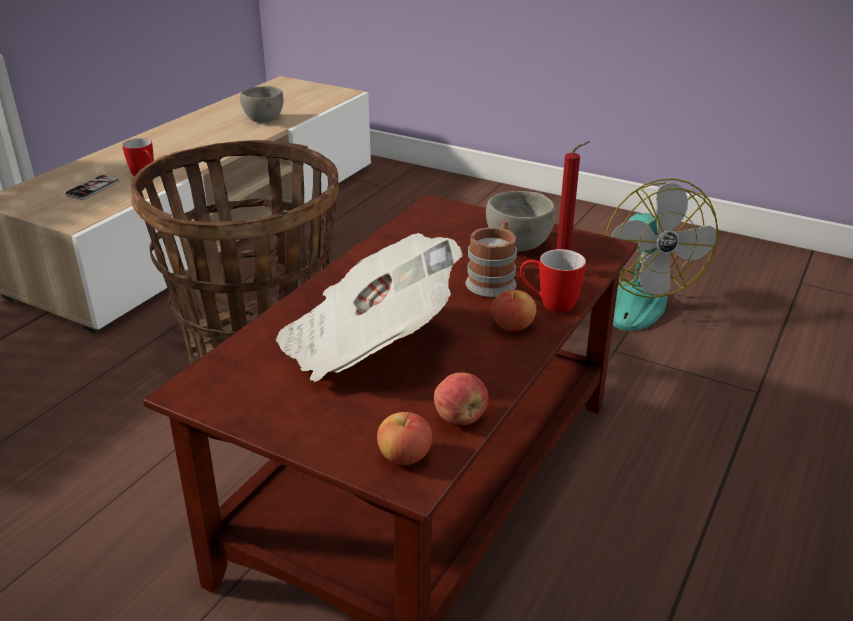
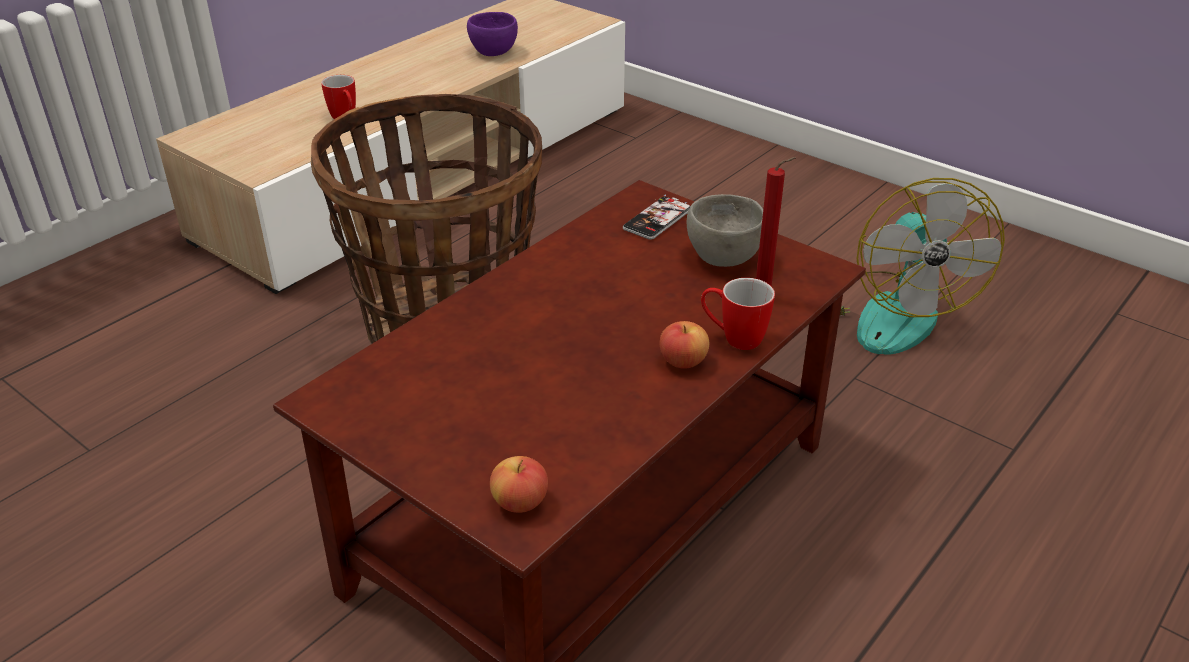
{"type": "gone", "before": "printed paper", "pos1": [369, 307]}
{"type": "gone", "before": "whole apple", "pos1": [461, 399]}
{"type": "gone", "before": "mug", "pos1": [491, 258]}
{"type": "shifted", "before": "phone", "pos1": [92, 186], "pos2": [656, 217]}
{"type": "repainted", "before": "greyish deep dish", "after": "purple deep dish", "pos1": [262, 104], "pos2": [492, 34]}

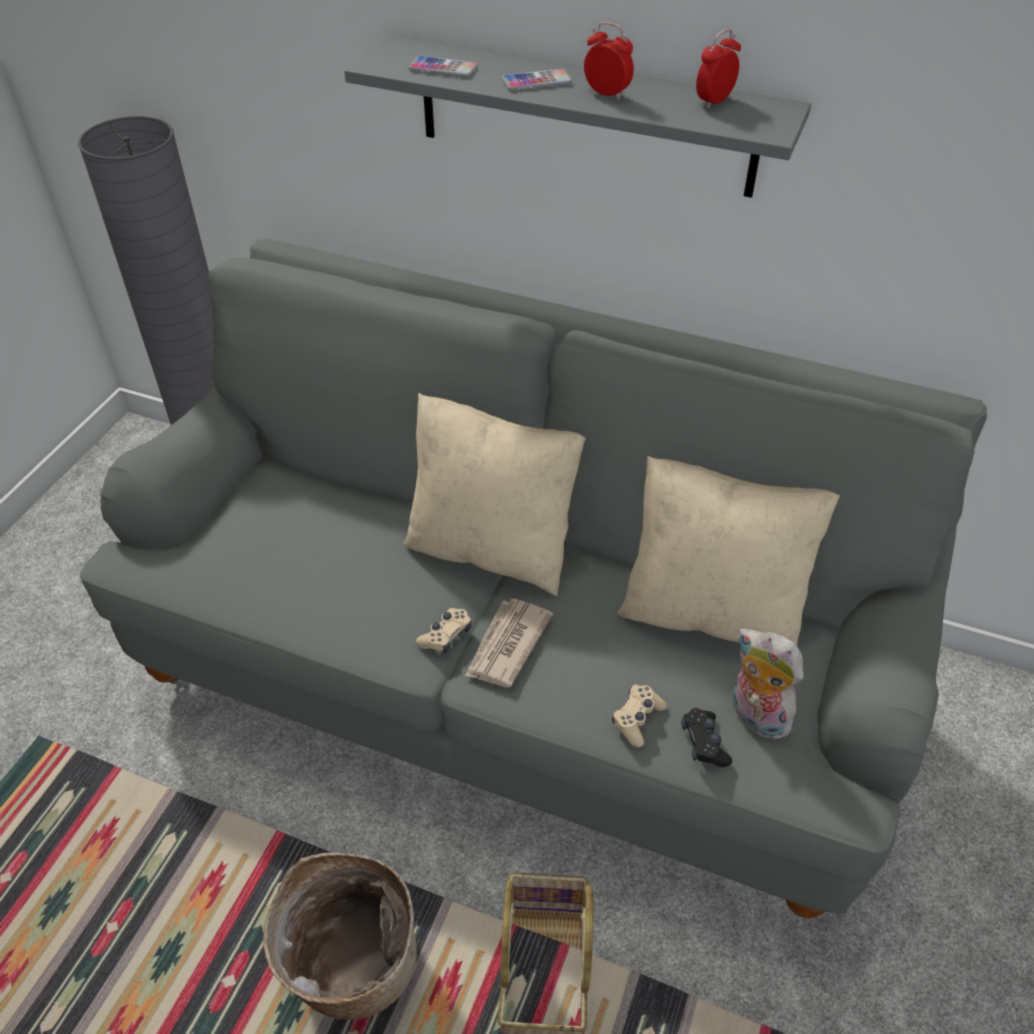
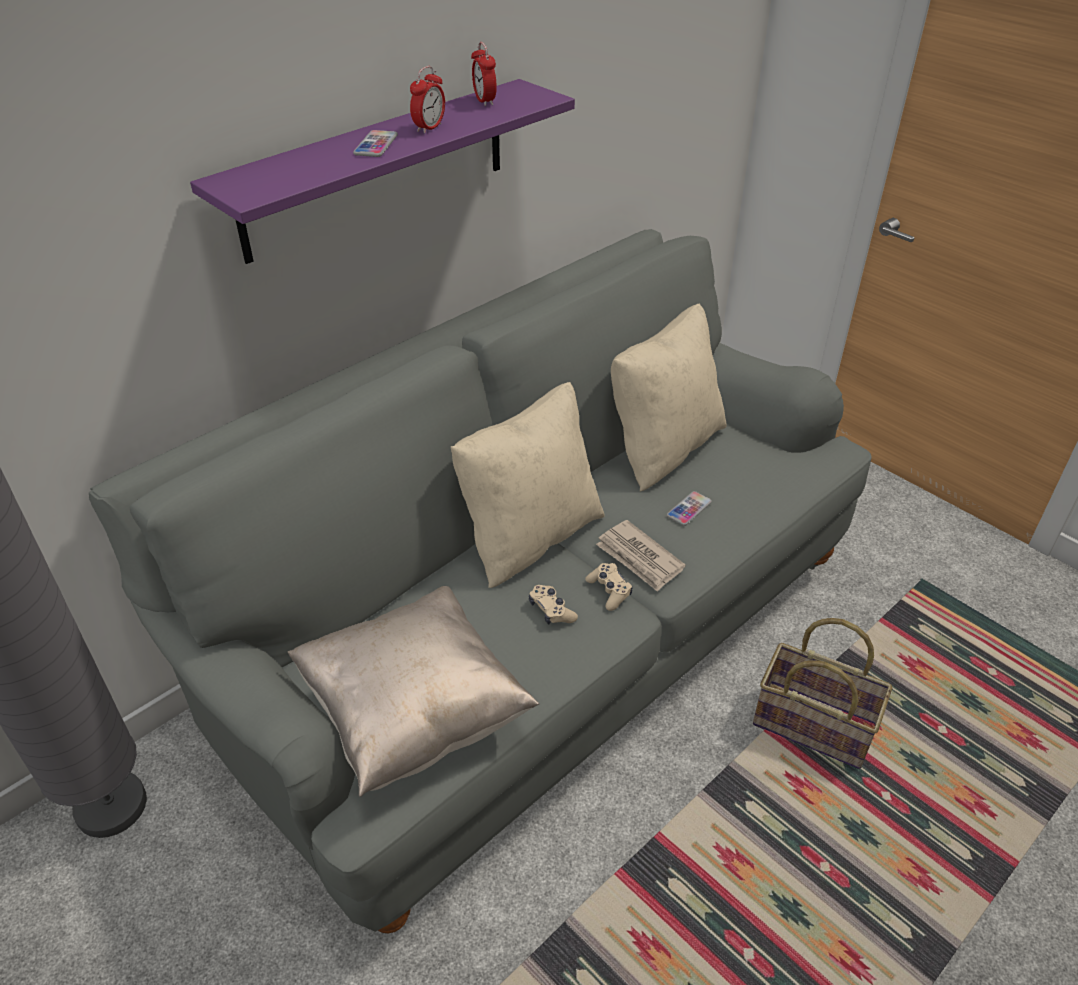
{"type": "gone", "before": "storage basket", "pos1": [340, 936]}
{"type": "gone", "before": "blackish gamepad", "pos1": [706, 737]}
{"type": "gone", "before": "soft toy", "pos1": [768, 684]}
{"type": "new", "after": "beige-coloured throw pillow", "pos2": [413, 691]}
{"type": "shifted", "before": "phone", "pos1": [443, 66], "pos2": [689, 508]}
{"type": "shifted", "before": "beige-coloured gamepad", "pos1": [639, 716], "pos2": [553, 604]}
{"type": "repainted", "before": "greyish shelf", "after": "purple shelf", "pos1": [577, 116], "pos2": [382, 171]}
{"type": "rotated", "before": "bedside clock", "pos1": [609, 61], "pos2": [427, 100], "turn": 150}

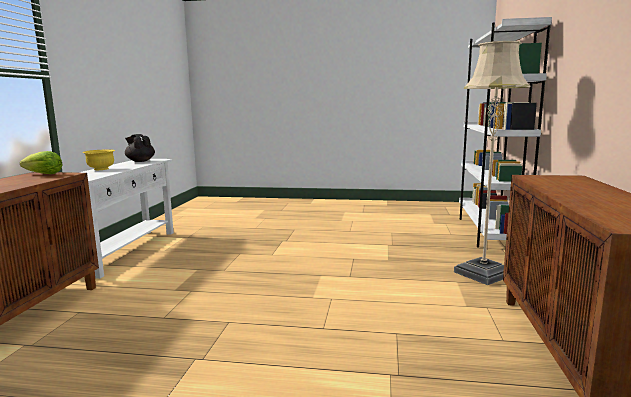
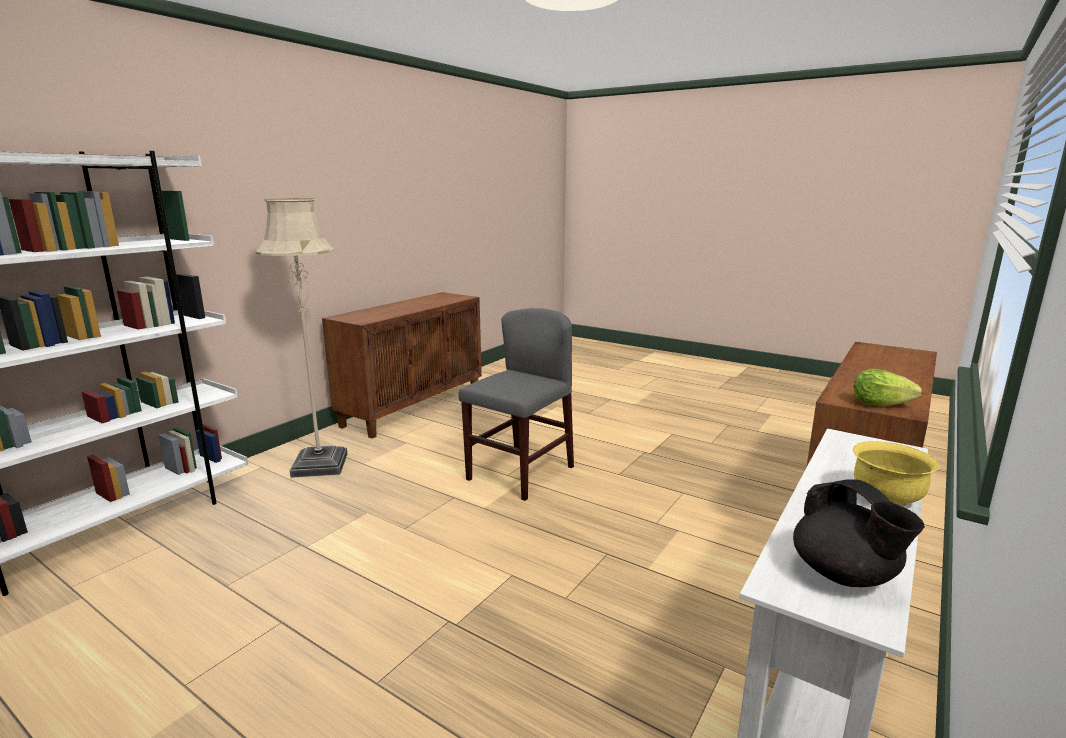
{"type": "new", "after": "greyish plain chair", "pos2": [516, 404]}

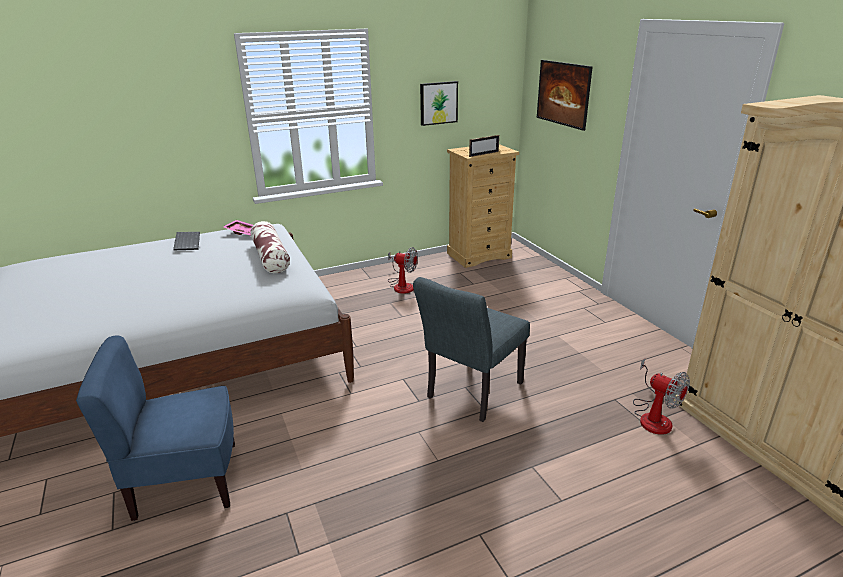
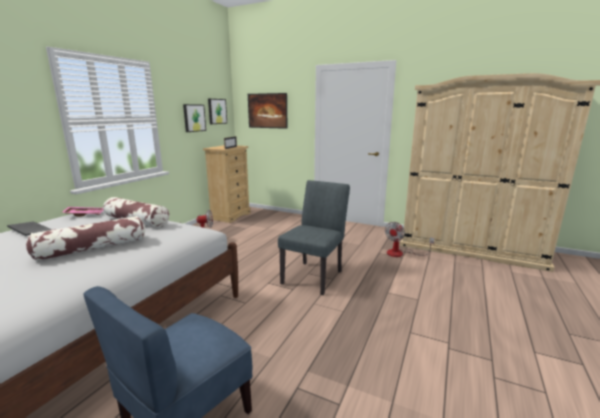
{"type": "new", "after": "throw pillow", "pos2": [85, 238]}
{"type": "new", "after": "picture", "pos2": [217, 111]}
{"type": "rotated", "before": "greyish plain chair", "pos1": [471, 349], "pos2": [314, 237], "turn": -150}
{"type": "rotated", "before": "cooling fan", "pos1": [661, 397], "pos2": [409, 239], "turn": 120}

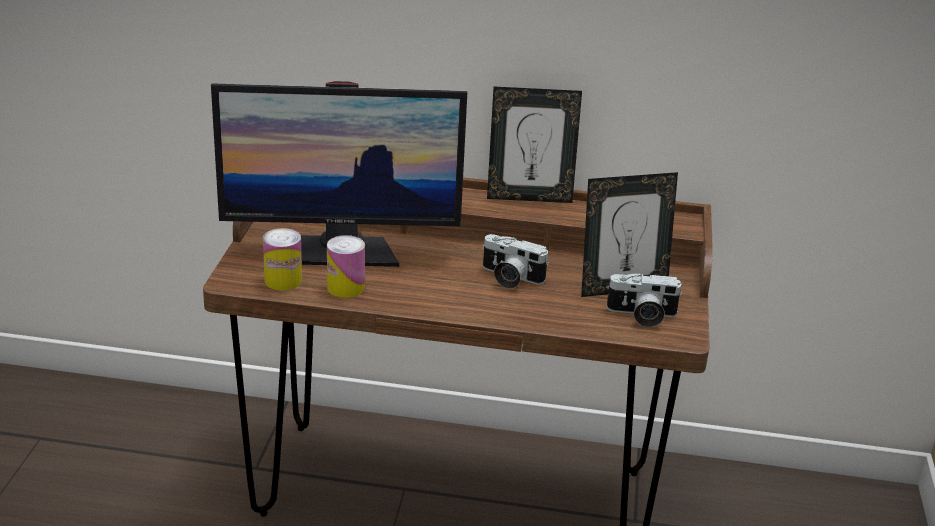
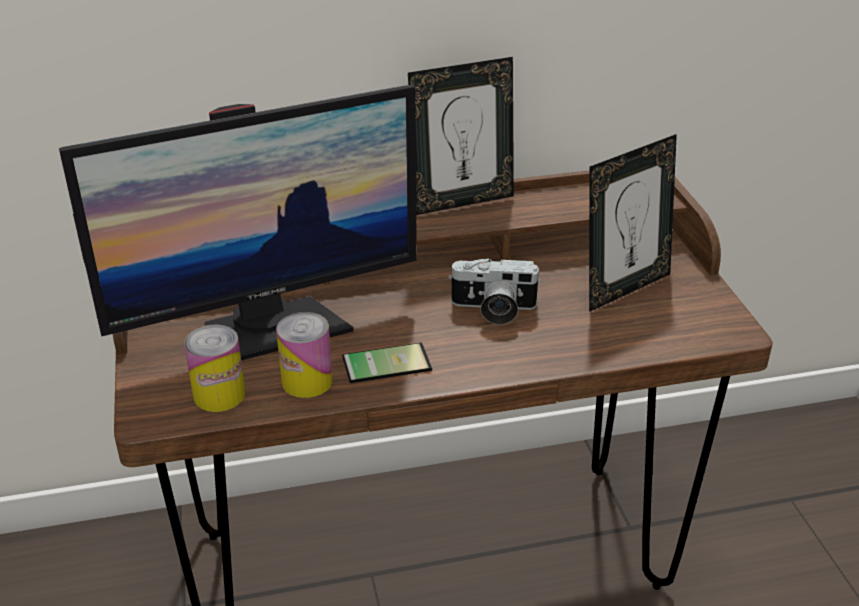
{"type": "gone", "before": "still camera", "pos1": [644, 300]}
{"type": "new", "after": "phone", "pos2": [387, 361]}

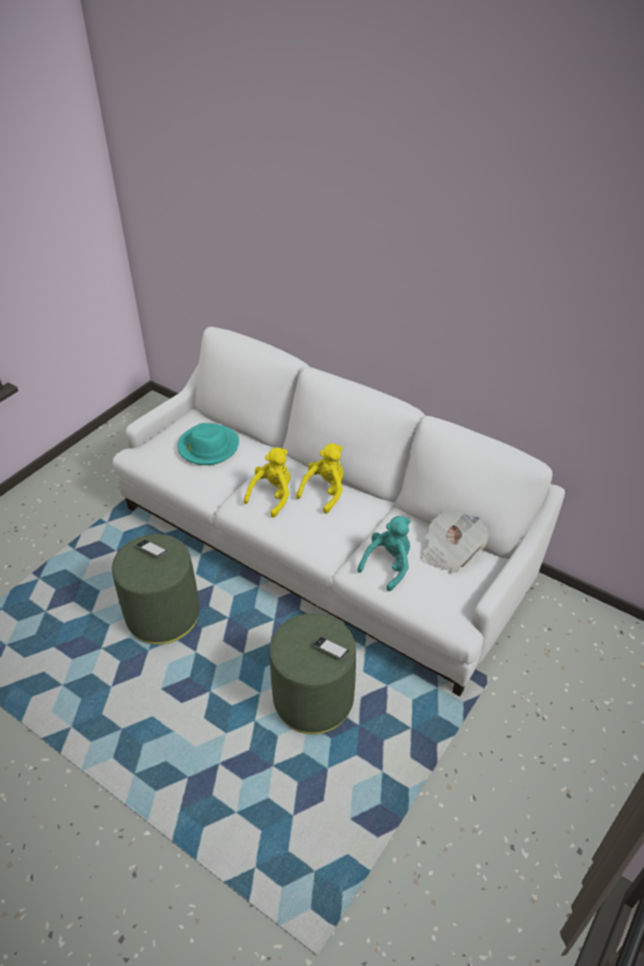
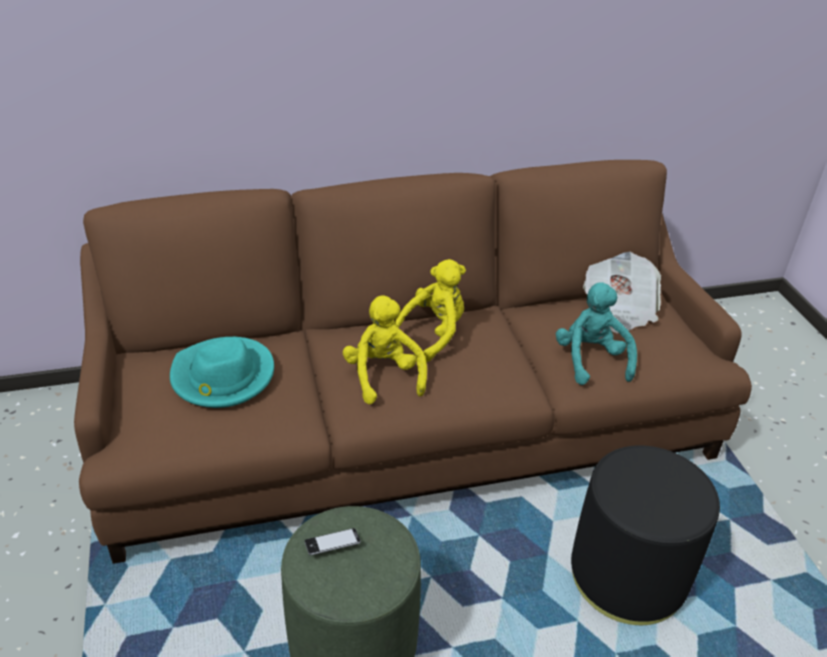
{"type": "gone", "before": "phone", "pos1": [331, 648]}
{"type": "repainted", "before": "whitish sofa", "after": "brown sofa", "pos1": [339, 511], "pos2": [413, 362]}
{"type": "repainted", "before": "greenish footrest", "after": "blackish footrest", "pos1": [313, 673], "pos2": [645, 535]}
{"type": "rotated", "before": "yellowish soft toy", "pos1": [320, 478], "pos2": [430, 310], "turn": 60}

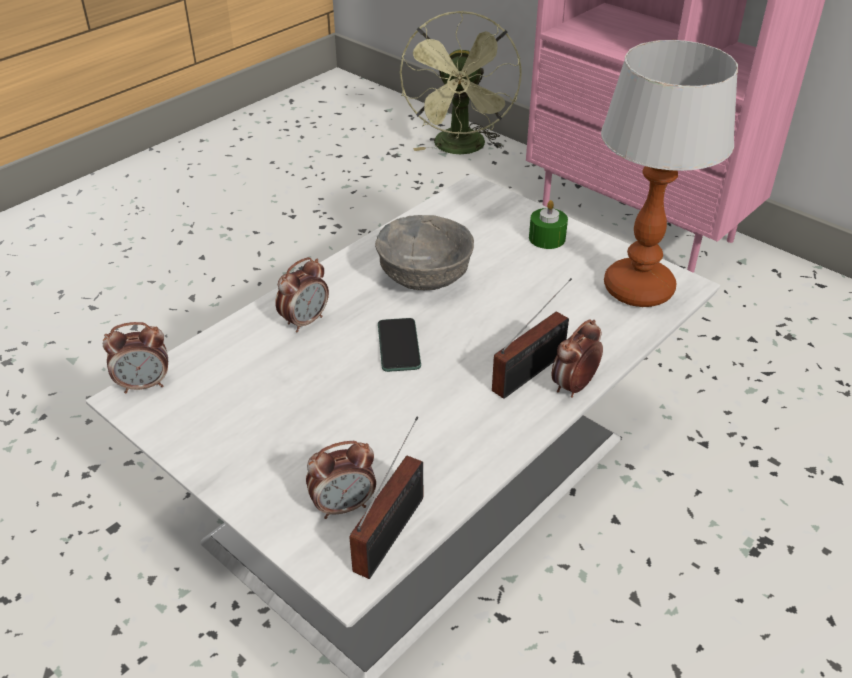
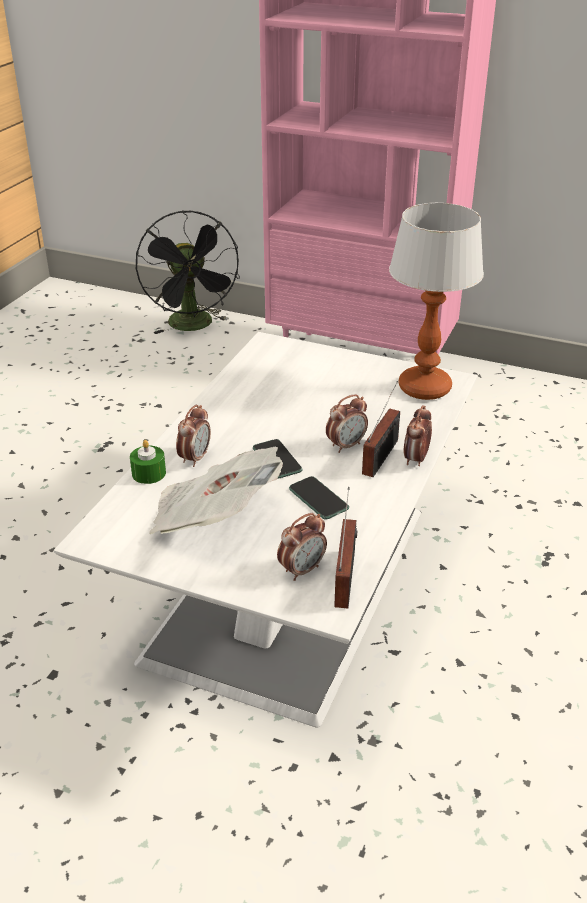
{"type": "gone", "before": "greyish deep dish", "pos1": [424, 252]}
{"type": "new", "after": "printed paper", "pos2": [216, 490]}
{"type": "new", "after": "phone", "pos2": [319, 498]}
{"type": "shifted", "before": "bedside clock", "pos1": [135, 357], "pos2": [347, 423]}
{"type": "shifted", "before": "greenish wax light", "pos1": [548, 224], "pos2": [148, 462]}
{"type": "repainted", "before": "greenish cooling fan", "after": "blackish cooling fan", "pos1": [461, 82], "pos2": [188, 272]}

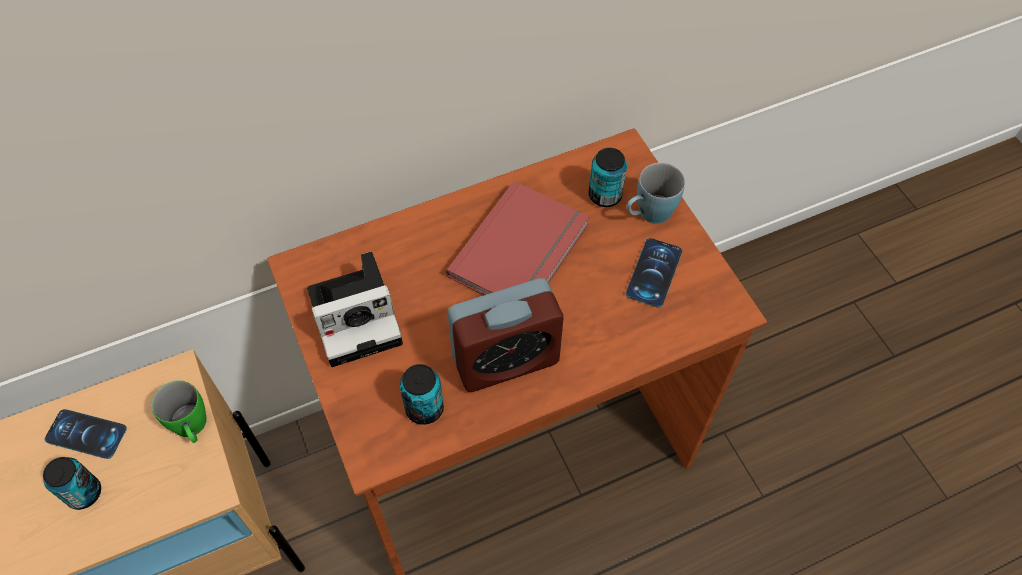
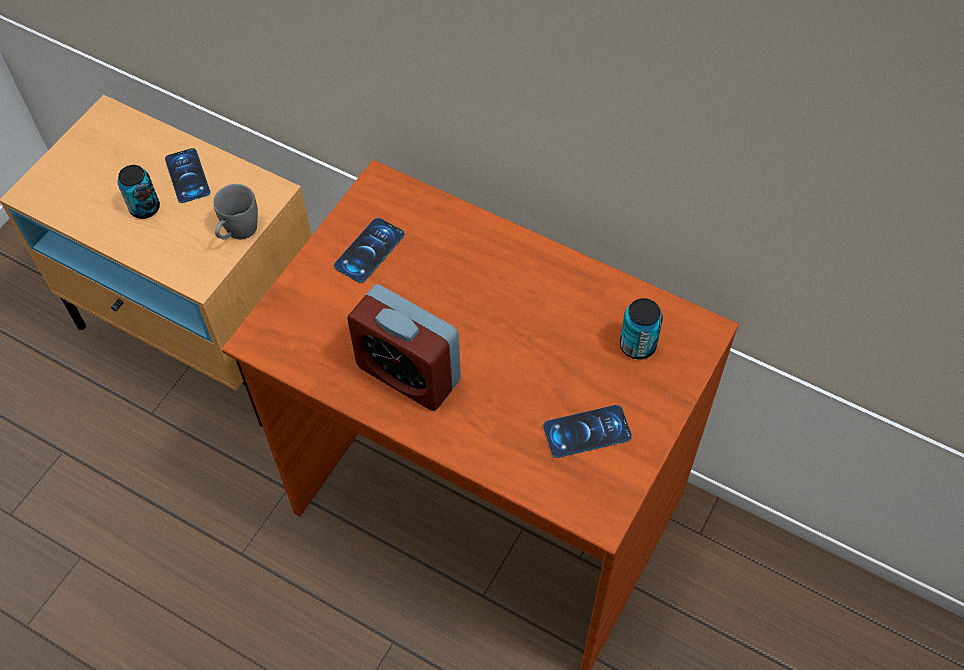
{"type": "gone", "before": "metal can", "pos1": [422, 394]}
{"type": "gone", "before": "red-coloured volume", "pos1": [517, 238]}
{"type": "gone", "before": "bluish mug", "pos1": [656, 193]}
{"type": "swapped", "before": "still camera", "after": "phone", "pos1": [355, 309], "pos2": [369, 250]}
{"type": "repainted", "before": "greenish mug", "after": "greyish mug", "pos1": [179, 411], "pos2": [235, 212]}

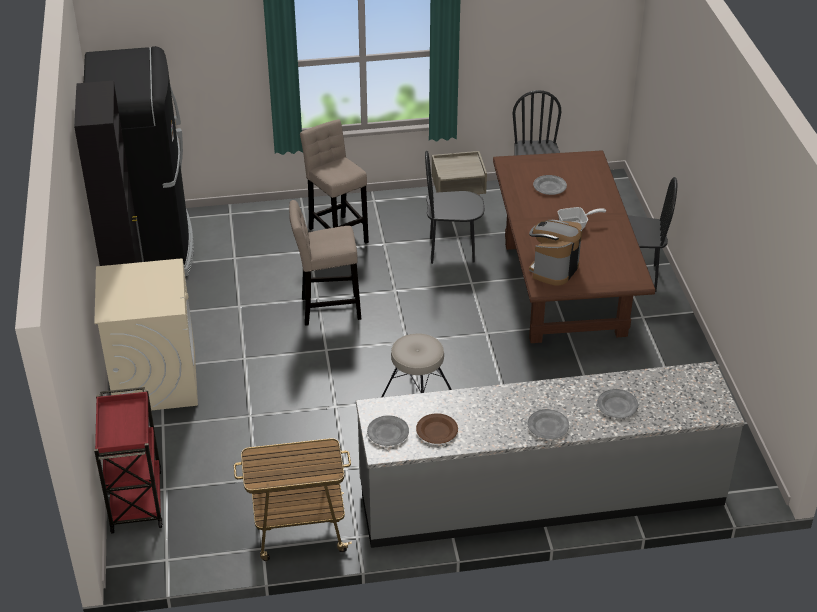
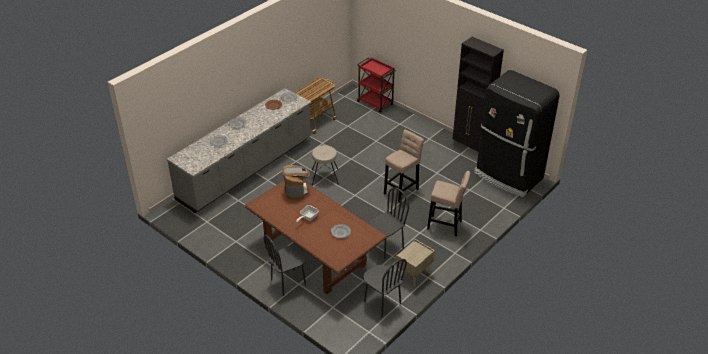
{"type": "gone", "before": "beige-coloured laundry appliance", "pos1": [146, 334]}

